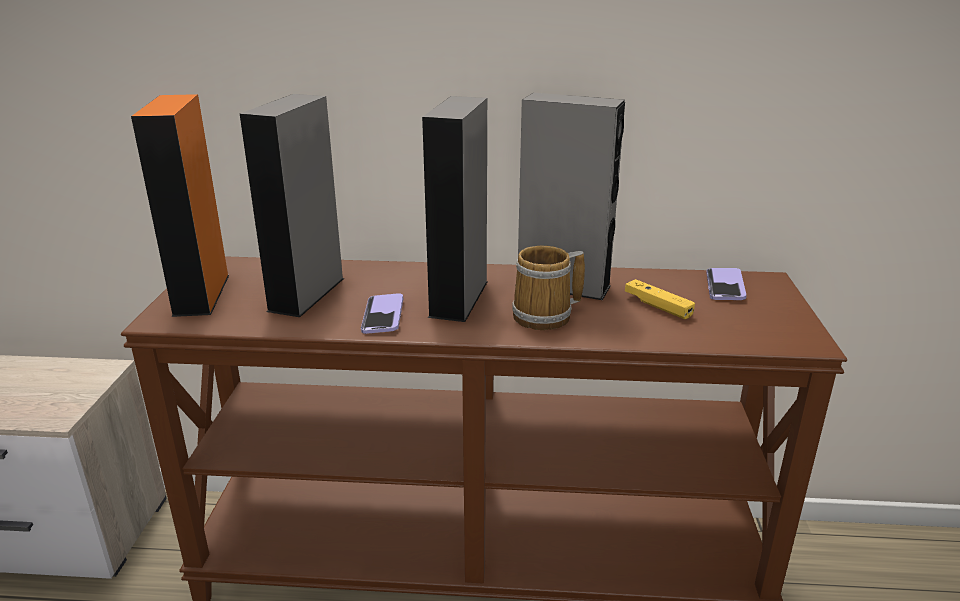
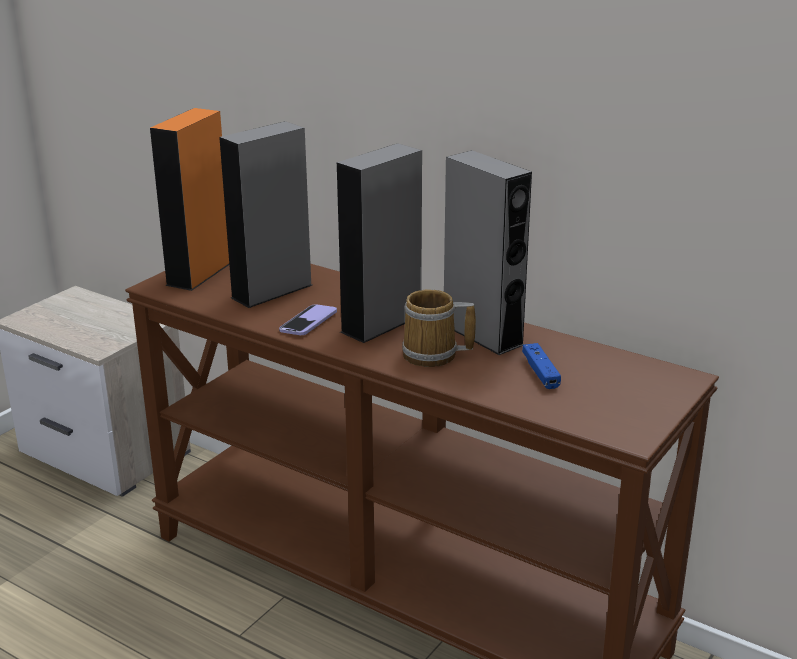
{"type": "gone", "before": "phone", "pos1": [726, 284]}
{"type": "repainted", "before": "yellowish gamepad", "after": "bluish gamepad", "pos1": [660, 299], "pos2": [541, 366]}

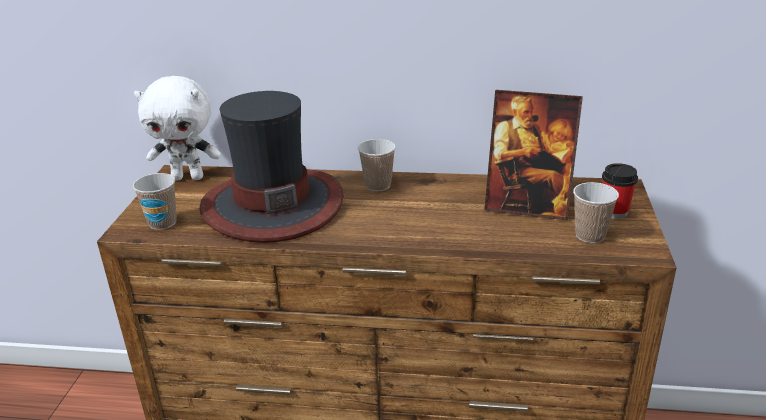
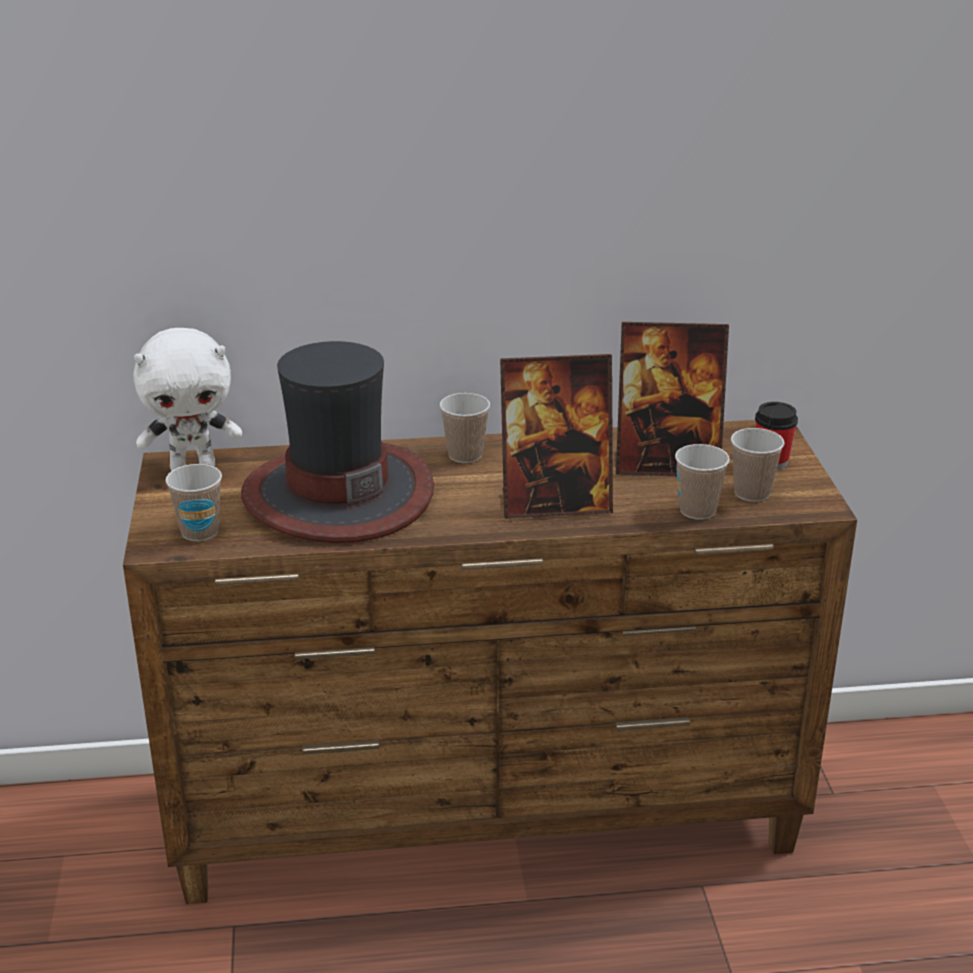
{"type": "new", "after": "picture frame", "pos2": [556, 436]}
{"type": "new", "after": "cup", "pos2": [702, 482]}

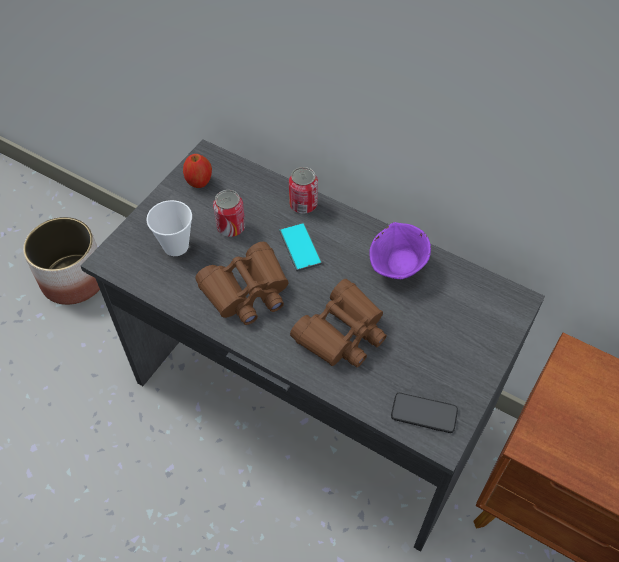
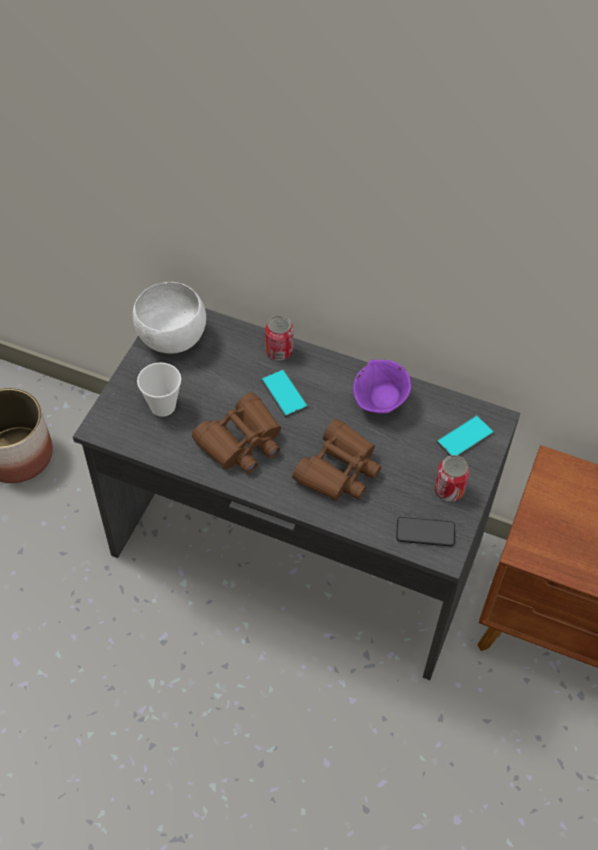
{"type": "new", "after": "phone", "pos2": [465, 435]}
{"type": "shifted", "before": "metal can", "pos1": [229, 213], "pos2": [452, 478]}
{"type": "swapped", "before": "whole apple", "after": "whitish deep dish", "pos1": [197, 171], "pos2": [169, 318]}

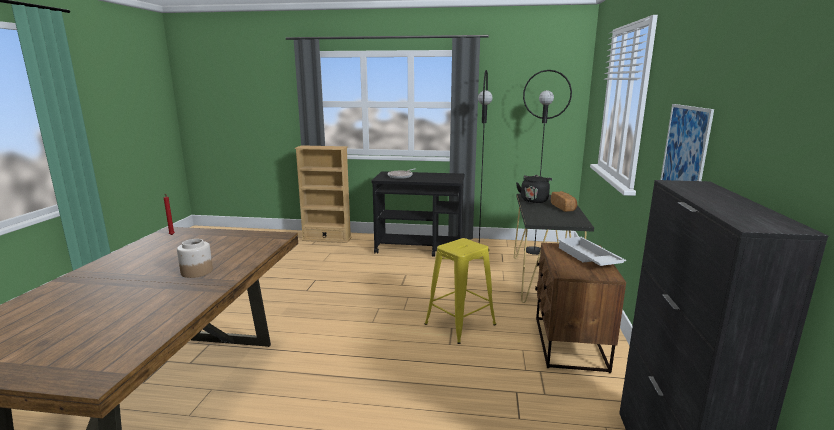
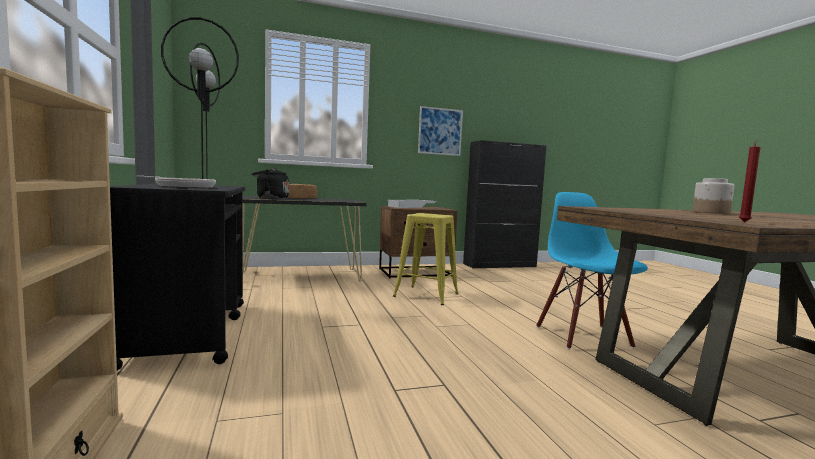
{"type": "new", "after": "bluish plain chair", "pos2": [592, 270]}

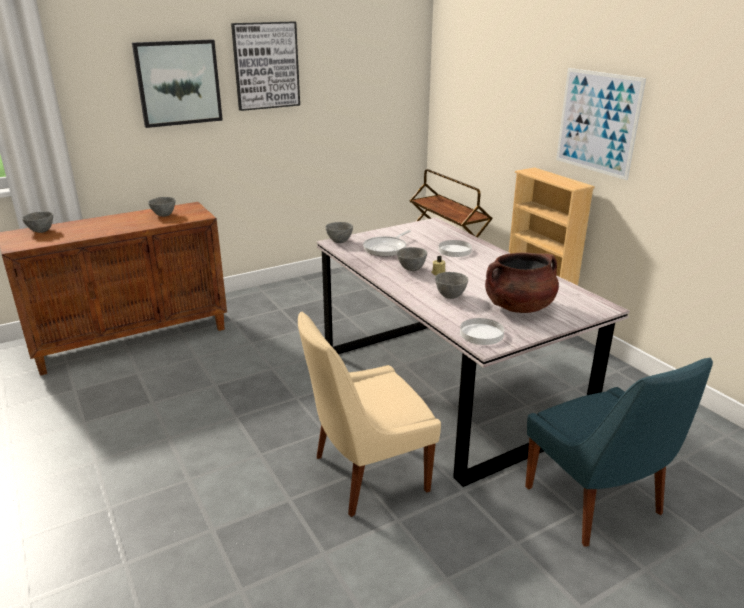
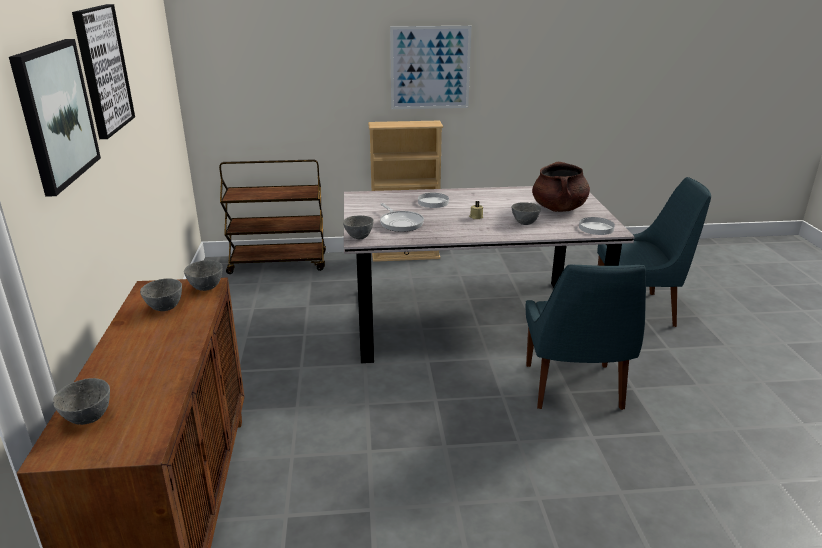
{"type": "shifted", "before": "greyish deep dish", "pos1": [412, 259], "pos2": [203, 275]}
{"type": "repainted", "before": "beige-coloured plain chair", "after": "bluish plain chair", "pos1": [369, 414], "pos2": [586, 337]}

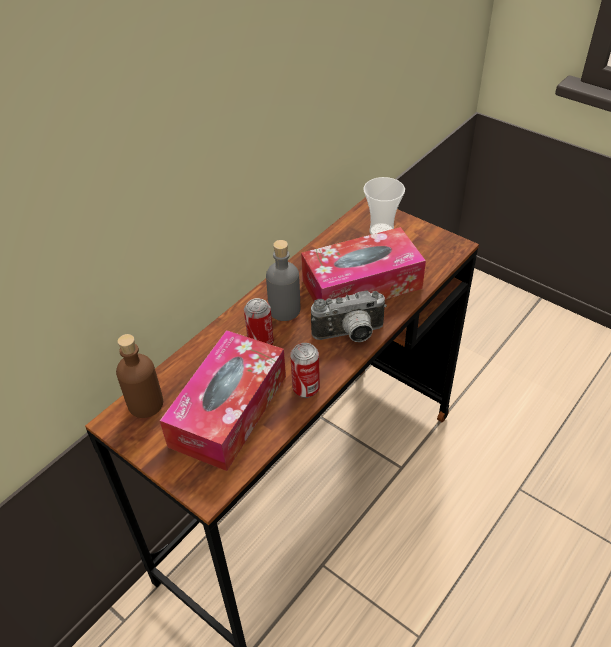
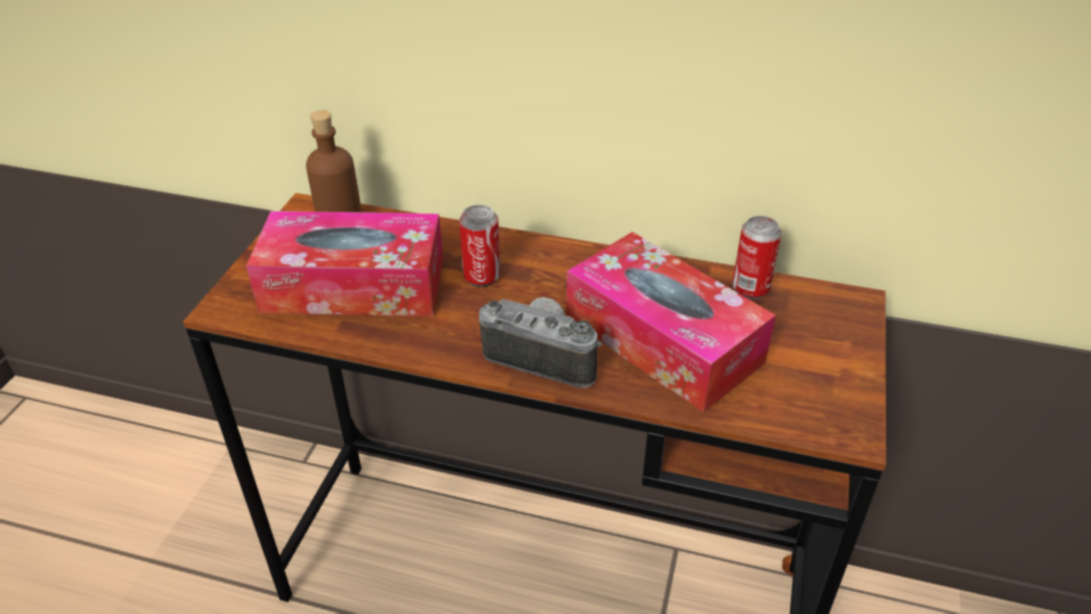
{"type": "gone", "before": "greyish drink bottle", "pos1": [283, 280]}
{"type": "gone", "before": "cup", "pos1": [384, 206]}
{"type": "shifted", "before": "metal can", "pos1": [305, 370], "pos2": [757, 257]}
{"type": "rotated", "before": "still camera", "pos1": [349, 316], "pos2": [540, 342], "turn": 150}

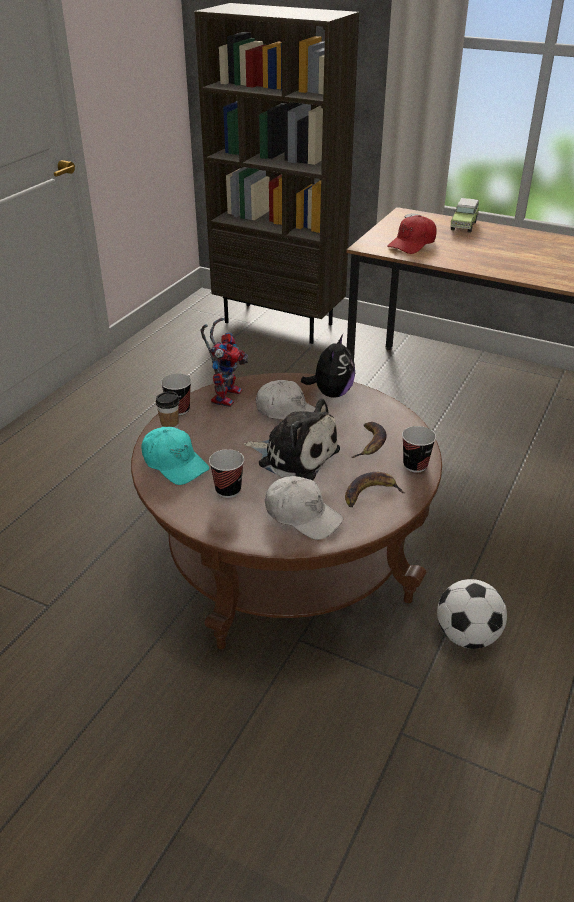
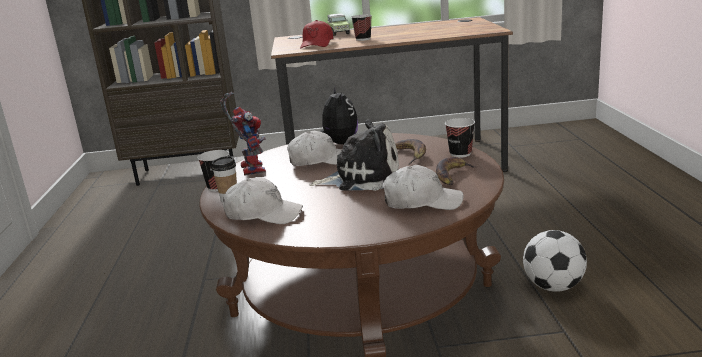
{"type": "shifted", "before": "cup", "pos1": [226, 473], "pos2": [361, 27]}
{"type": "repainted", "before": "turquoise-coloured peaked cap", "after": "whitish peaked cap", "pos1": [175, 456], "pos2": [263, 200]}

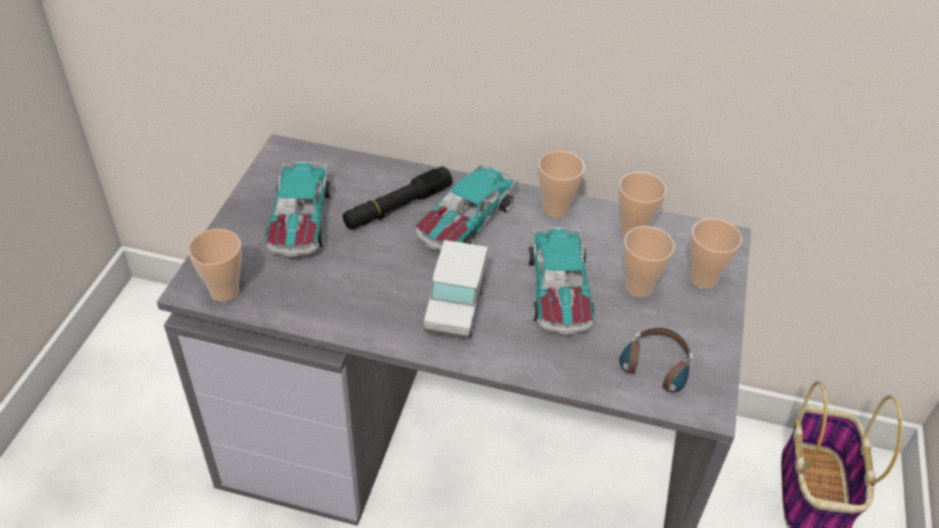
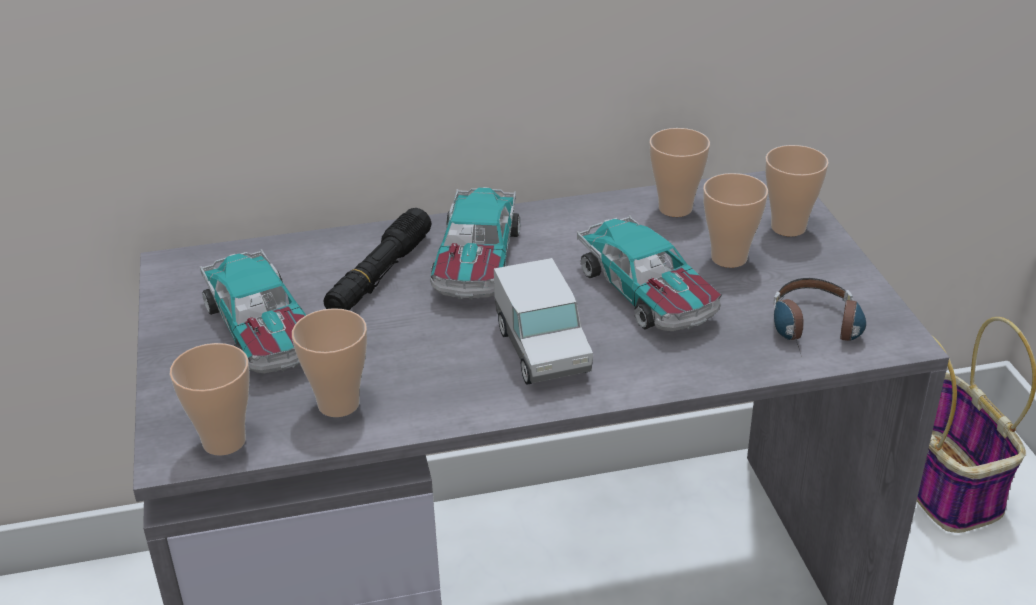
{"type": "shifted", "before": "cup", "pos1": [561, 184], "pos2": [329, 362]}

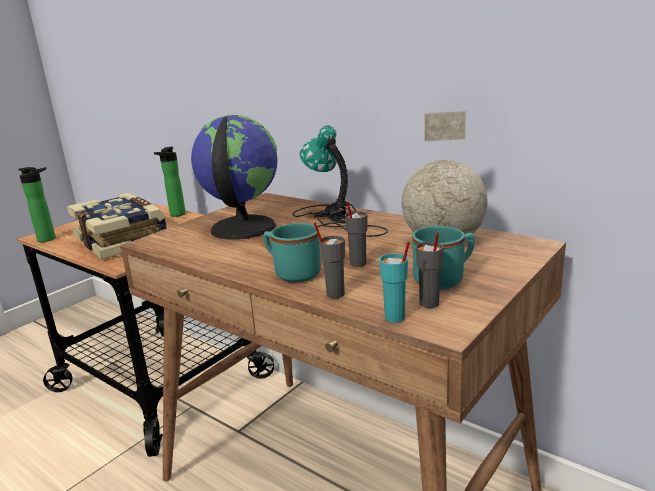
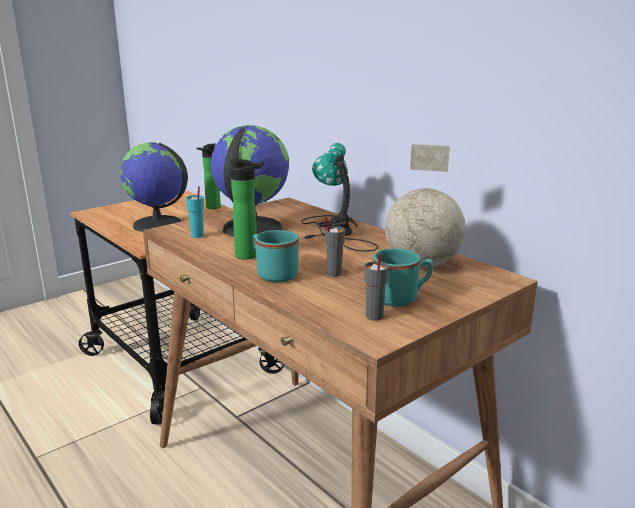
{"type": "gone", "before": "greyish cup", "pos1": [329, 260]}
{"type": "shifted", "before": "drink bottle", "pos1": [37, 204], "pos2": [247, 209]}
{"type": "shifted", "before": "turquoise-coloured cup", "pos1": [394, 282], "pos2": [195, 212]}
{"type": "swapped", "before": "volume", "after": "world globe", "pos1": [116, 226], "pos2": [154, 187]}

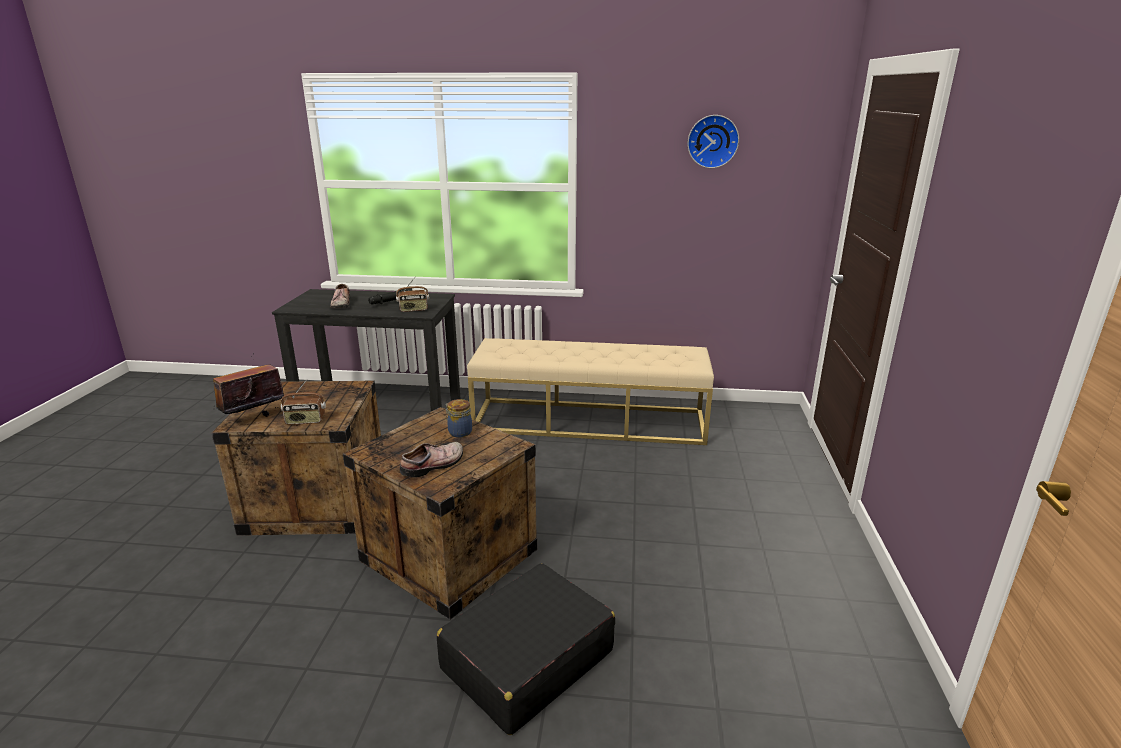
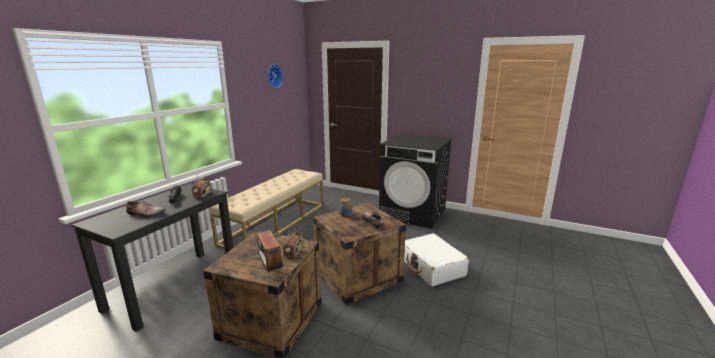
{"type": "new", "after": "blackish laundry appliance", "pos2": [415, 181]}
{"type": "repainted", "before": "blackish suitcase", "after": "whitish suitcase", "pos1": [526, 649], "pos2": [436, 260]}

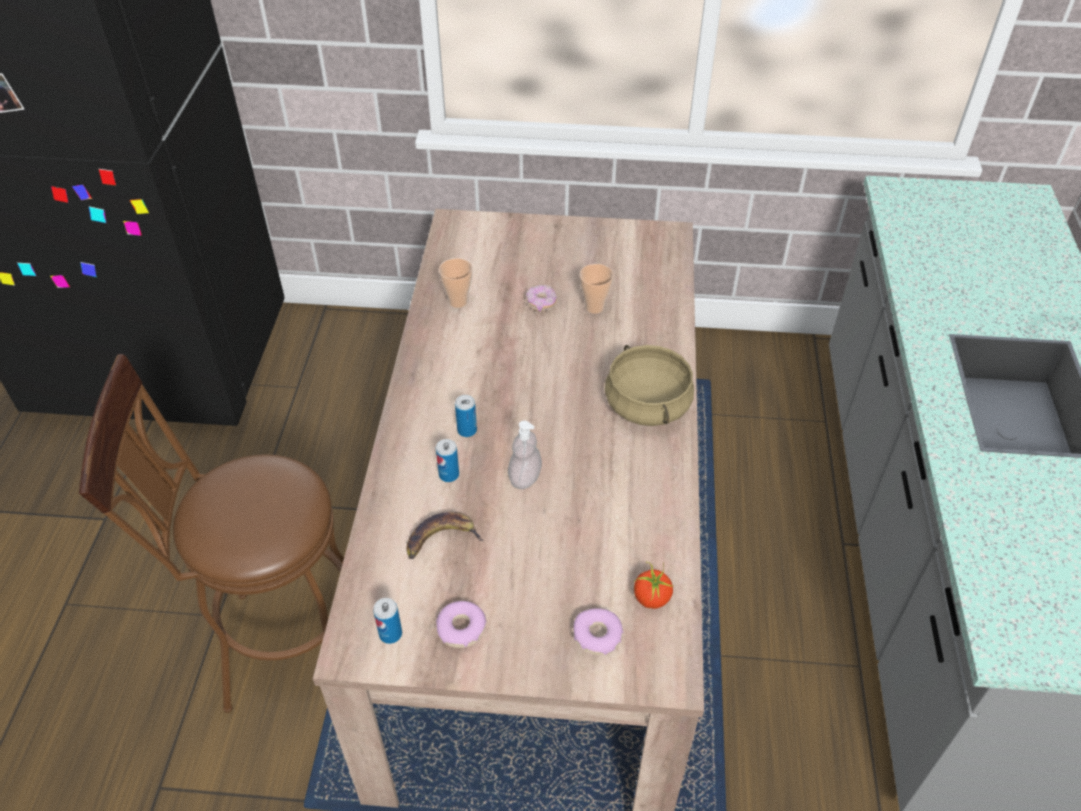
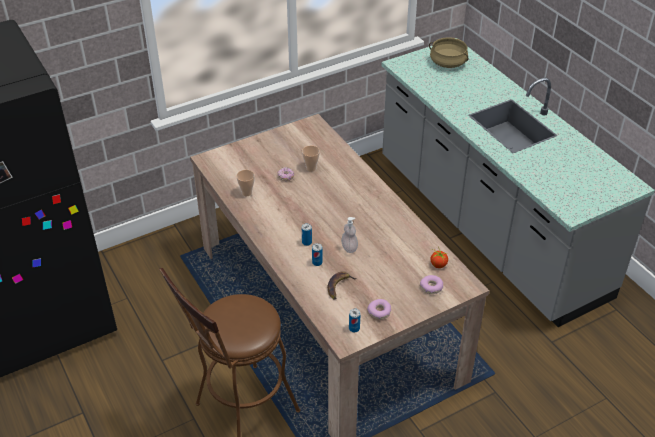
{"type": "shifted", "before": "beige-coloured cooking pot", "pos1": [649, 385], "pos2": [448, 52]}

